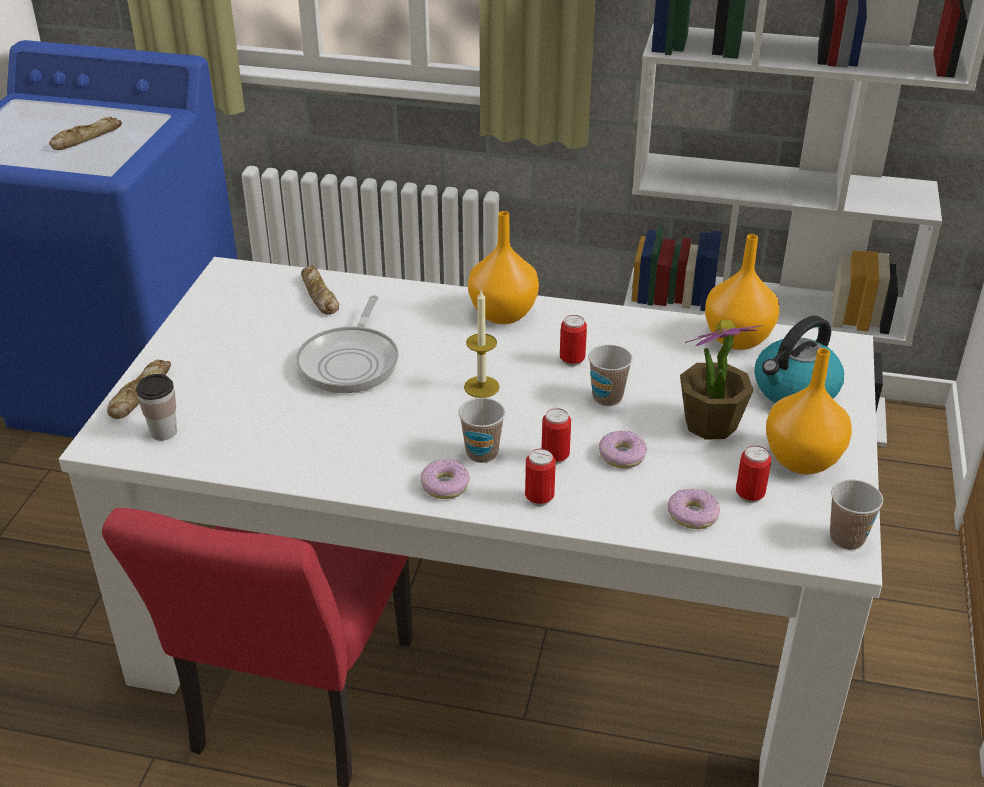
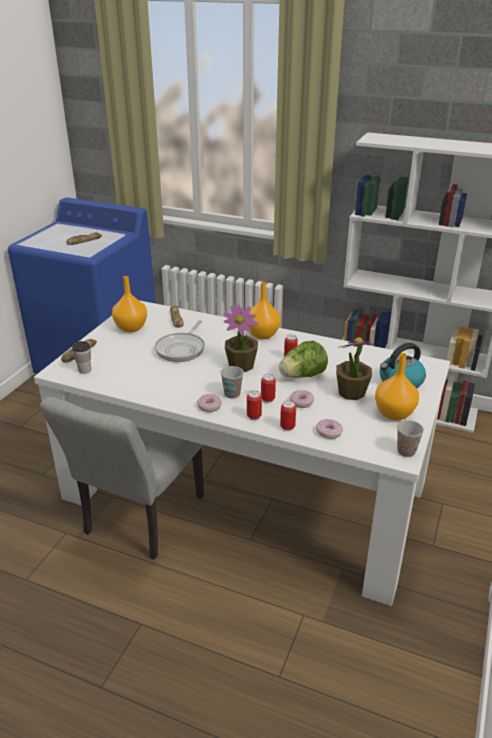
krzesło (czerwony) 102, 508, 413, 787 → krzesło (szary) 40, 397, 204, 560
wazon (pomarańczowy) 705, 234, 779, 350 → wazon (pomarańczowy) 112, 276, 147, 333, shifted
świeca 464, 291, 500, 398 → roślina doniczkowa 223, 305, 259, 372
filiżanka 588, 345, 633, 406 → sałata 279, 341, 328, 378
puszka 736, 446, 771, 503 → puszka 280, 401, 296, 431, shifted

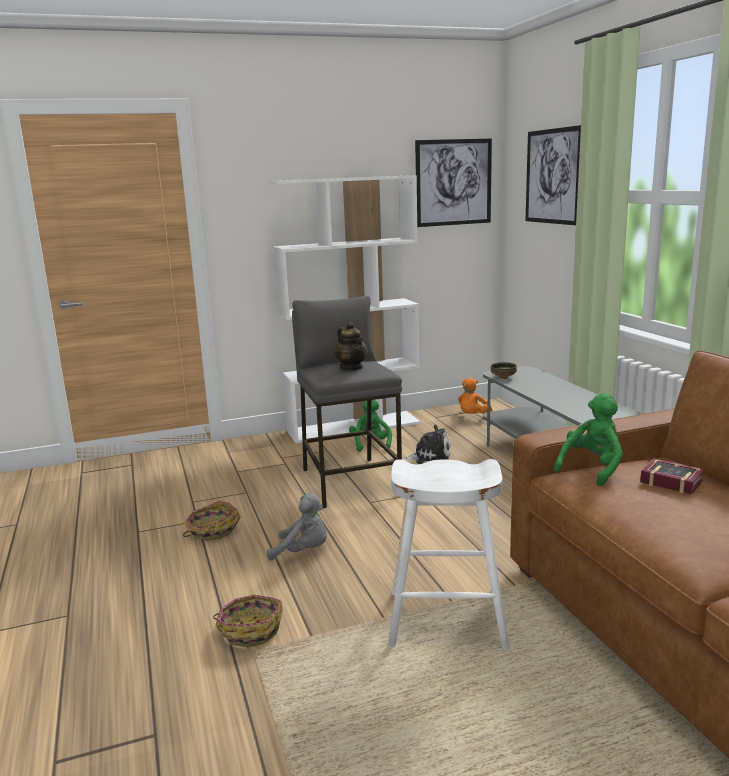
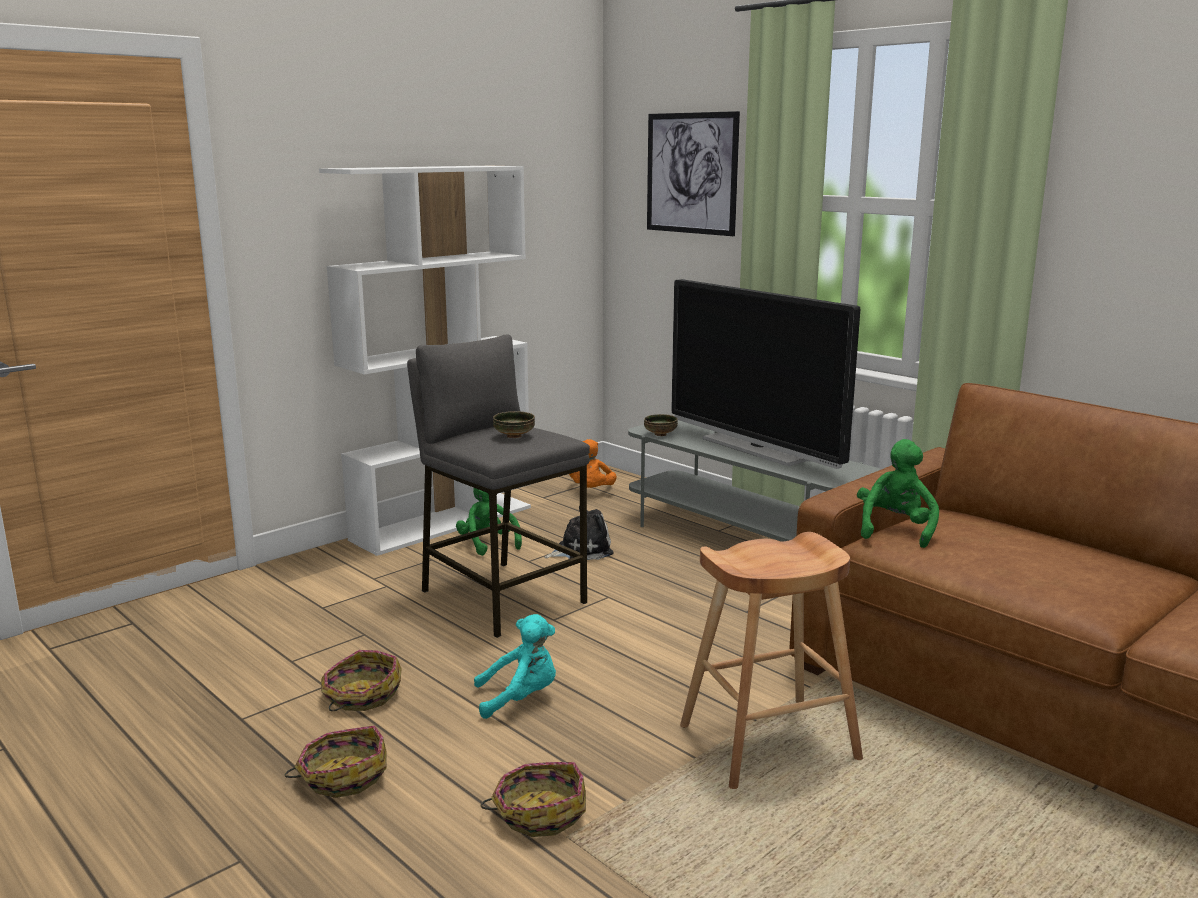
- → koszyk 285, 726, 387, 798
pluszak (szary) 267, 494, 327, 560 → pluszak (turkusowy) 474, 614, 556, 719
imbryk 335, 322, 368, 370 → miska 493, 411, 535, 438
- → telewizor 671, 279, 860, 469
stołek (biały) 388, 459, 509, 650 → stołek (brązowy) 680, 532, 863, 789
obraz 415, 138, 492, 227 → -
książka 640, 458, 704, 494 → -

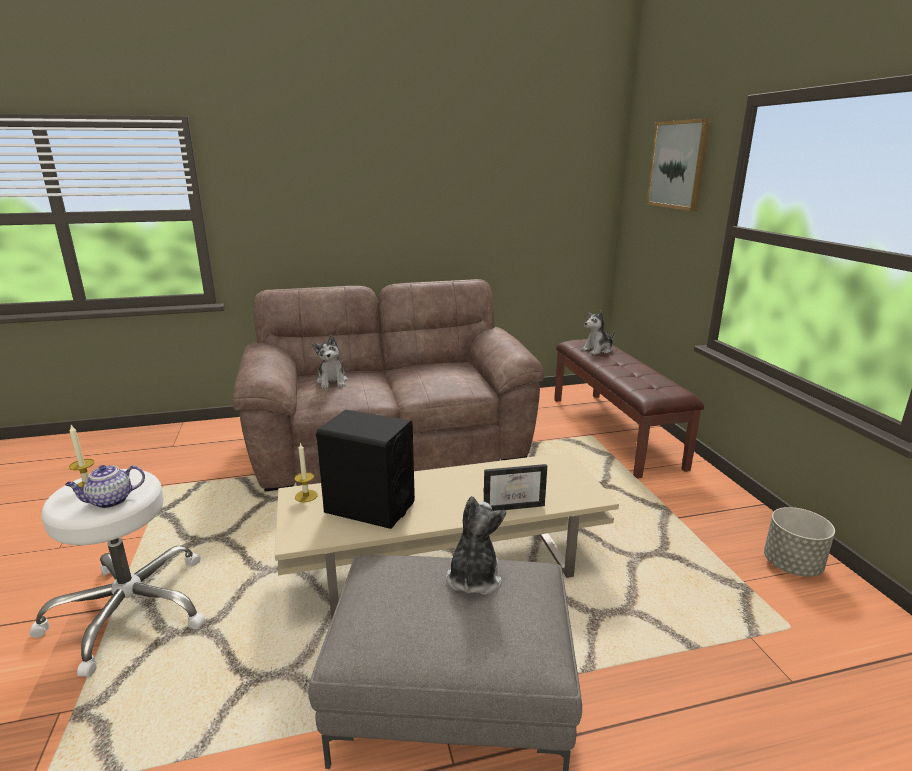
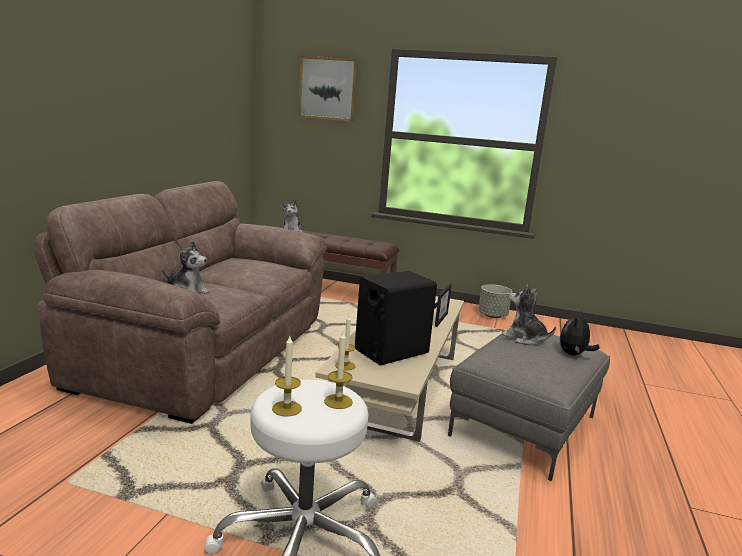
imbryk 65, 465, 145, 508 → świeca 324, 330, 353, 409
- → pluszak 560, 311, 600, 355

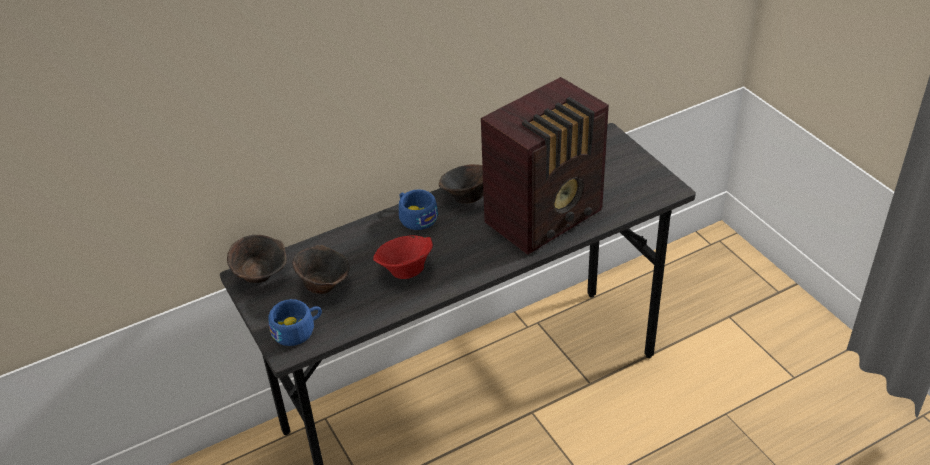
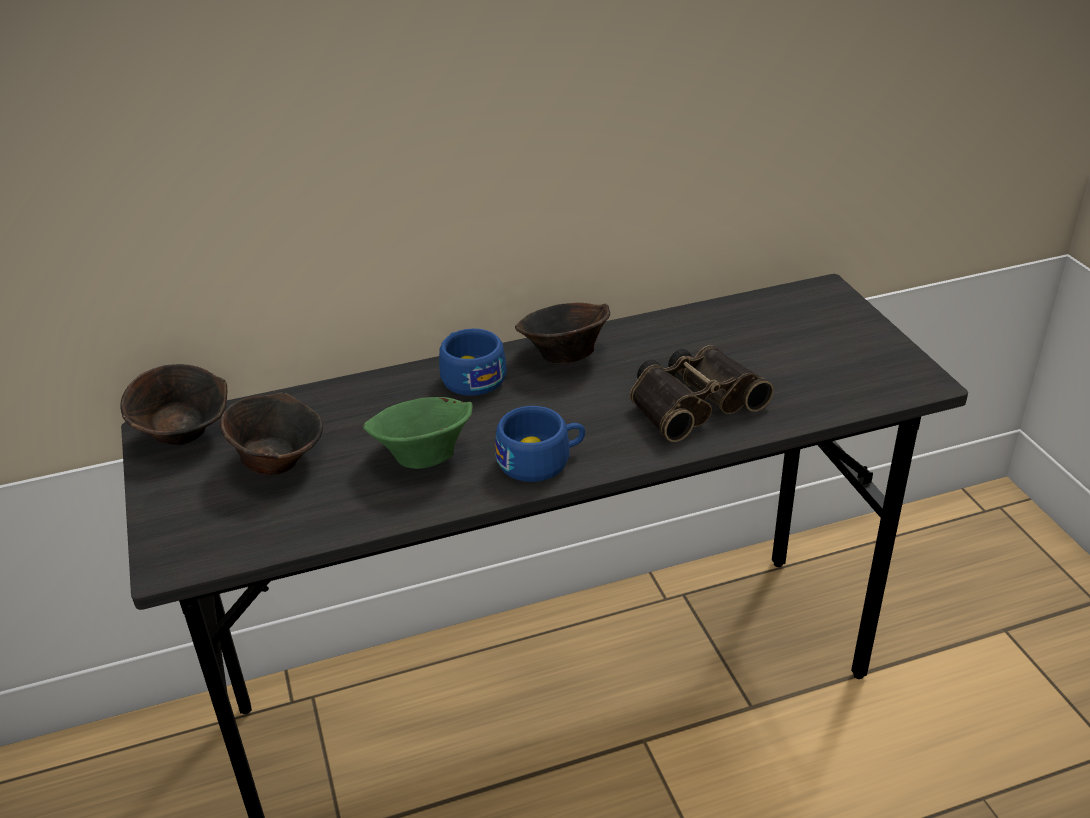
miska (czerwony) 373, 235, 433, 279 → miska (zielony) 363, 397, 472, 469
filiżanka (niebieski) 268, 299, 322, 346 → filiżanka (niebieski) 495, 406, 585, 482, shifted
radio 481, 77, 609, 255 → lornetka 630, 345, 774, 442

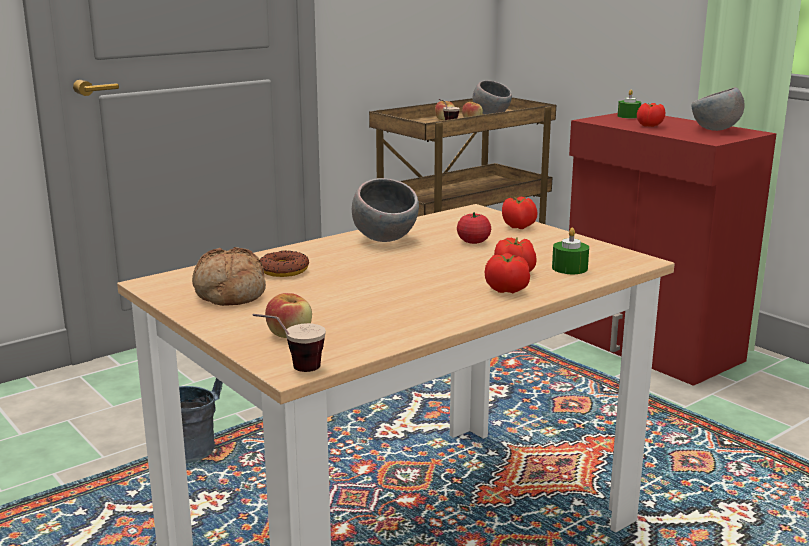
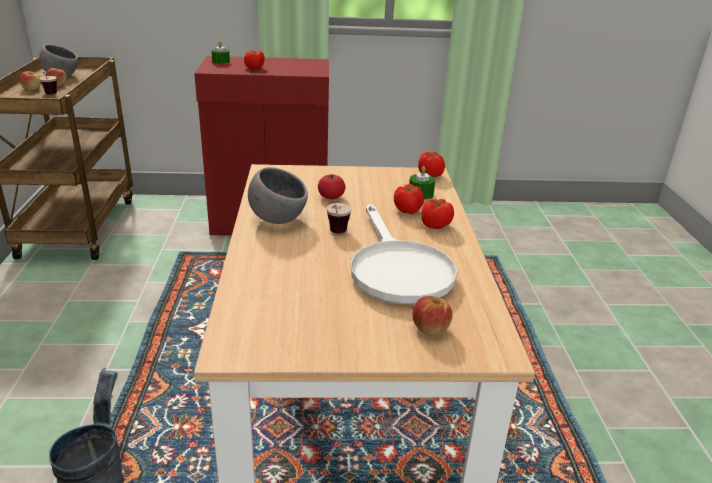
filiżanka 253, 314, 326, 372 → filiżanka 326, 203, 352, 233, shifted
- → patelnia (biały) 351, 204, 457, 304
pomidor 502, 197, 537, 229 → pomidor 418, 152, 445, 177, shifted
chleb 192, 247, 266, 306 → -
donut 260, 250, 309, 277 → -
miska (szary) 692, 87, 745, 131 → -

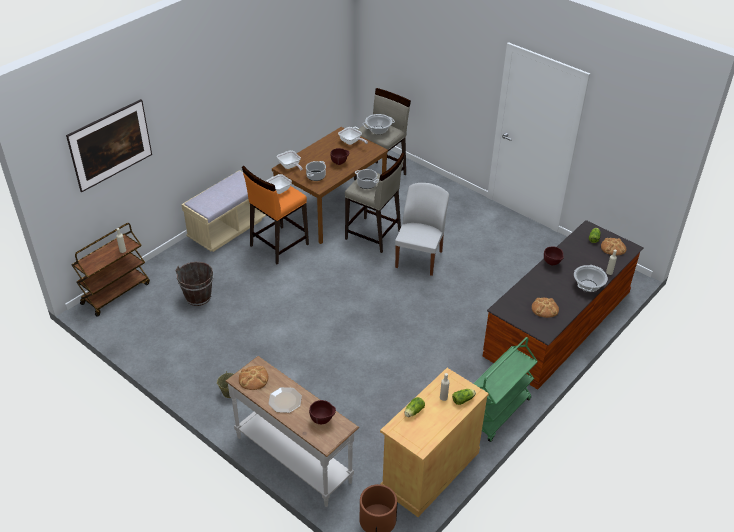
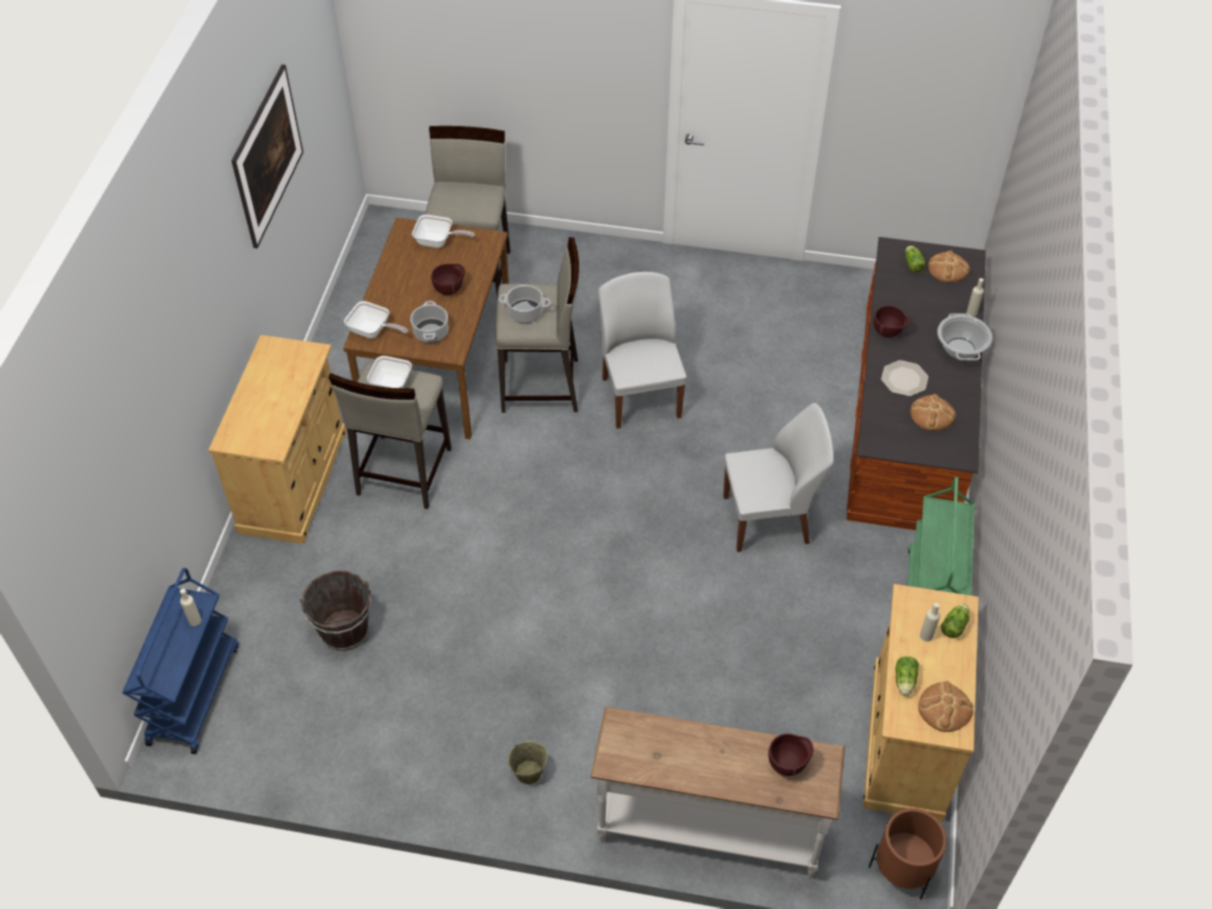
wózek (brązowy) 72, 223, 150, 317 → wózek (niebieski) 122, 568, 238, 754
ławka (beżowy) 181, 170, 267, 252 → szafka (beżowy) 208, 335, 347, 544
obraz 66, 99, 152, 192 → obraz 232, 64, 303, 248, shifted
stołek (pomarańczowy) 242, 166, 309, 264 → stołek (beżowy) 328, 363, 452, 509
- → krzesło (biały) 723, 403, 834, 552
talerz 268, 387, 302, 413 → talerz 881, 360, 928, 396, shifted
chleb 239, 366, 268, 390 → chleb 918, 681, 973, 732, shifted
garnek 363, 114, 395, 134 → -

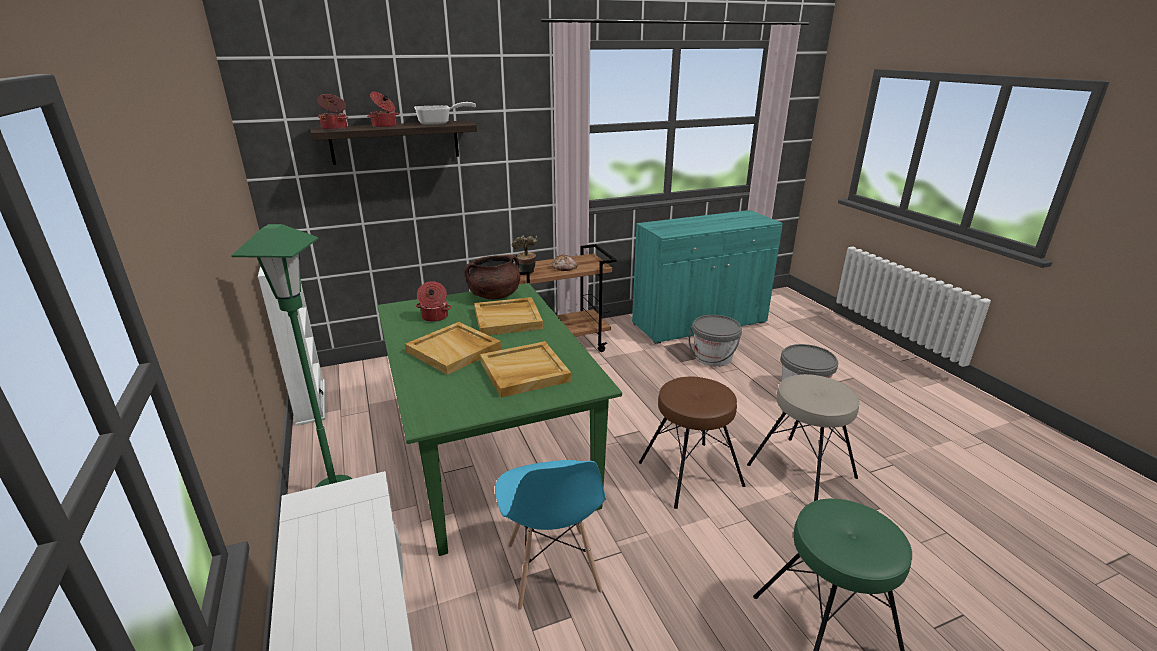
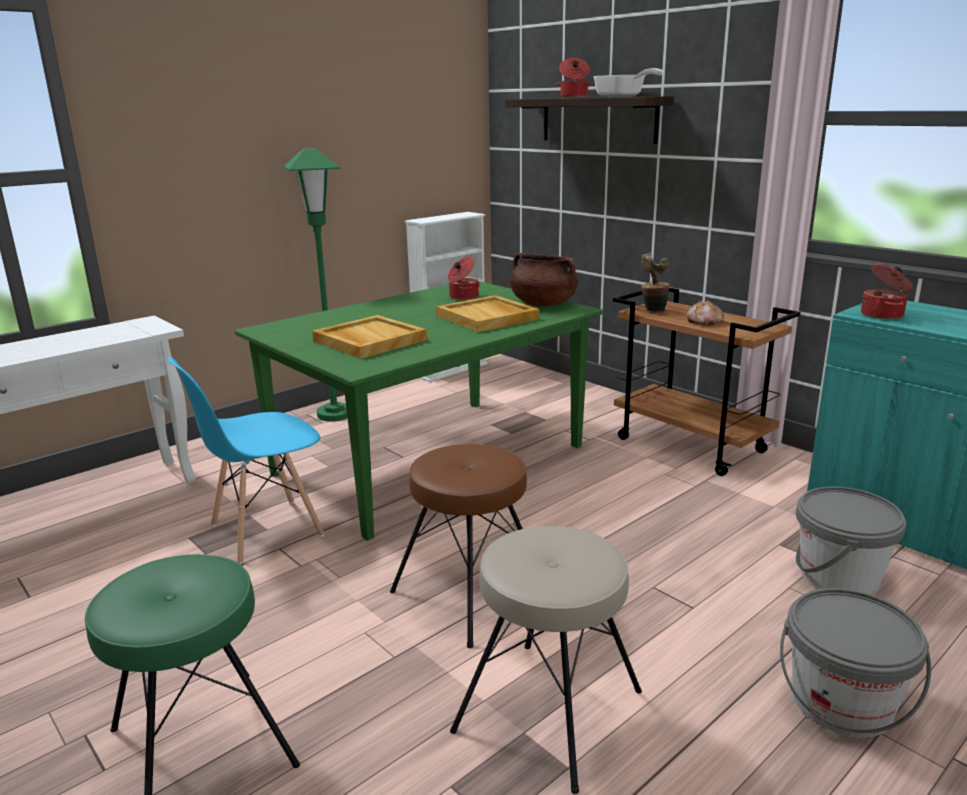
garnek 317, 94, 348, 130 → garnek 861, 263, 913, 320, shifted
taca (beżowy) 405, 322, 501, 375 → -

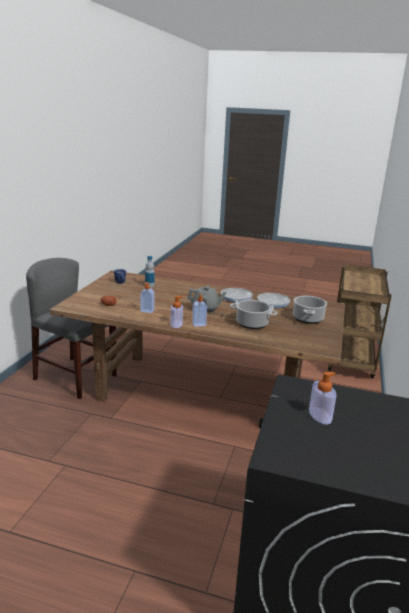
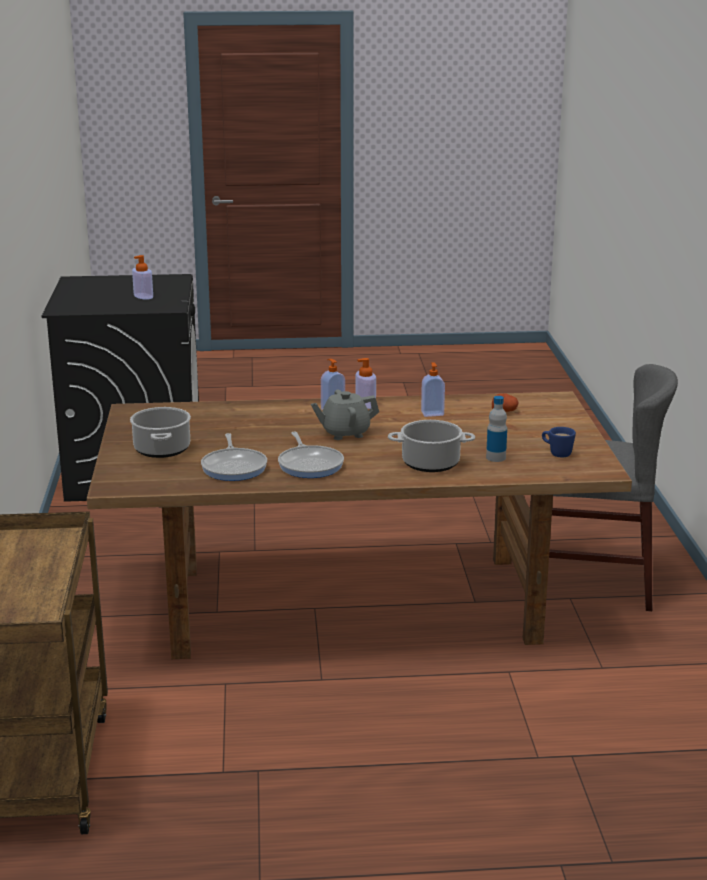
garnek 230, 300, 277, 329 → garnek 388, 420, 475, 472, shifted

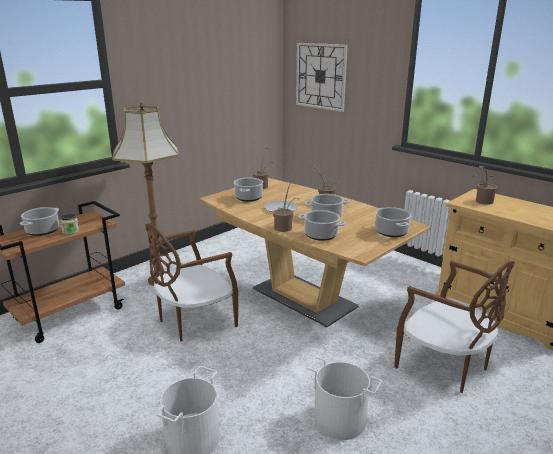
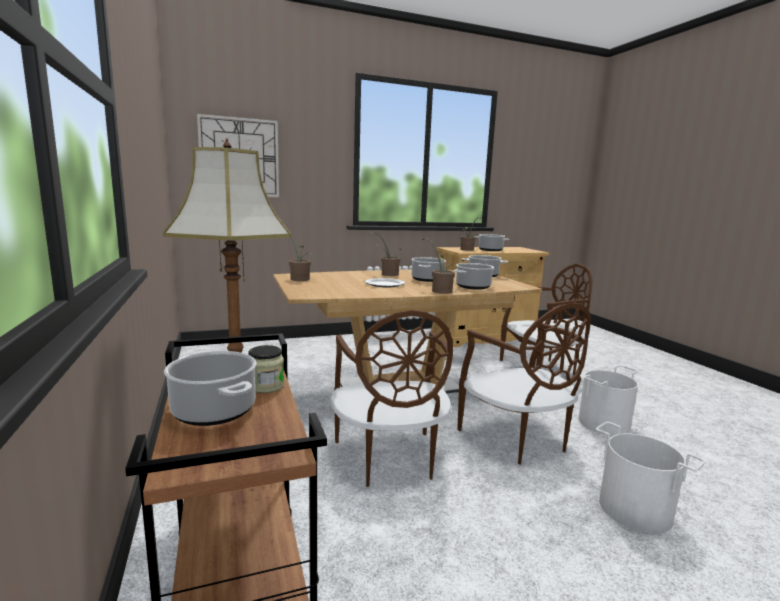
- → krzesło (brązowy) 457, 302, 591, 465
garnek 234, 178, 263, 202 → garnek 475, 234, 510, 251, shifted

